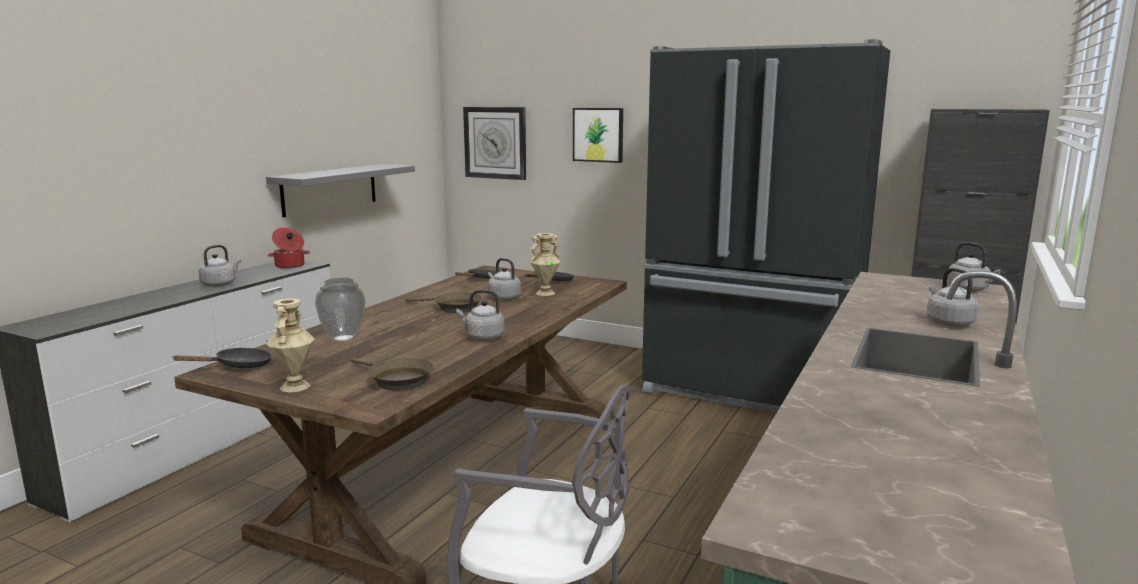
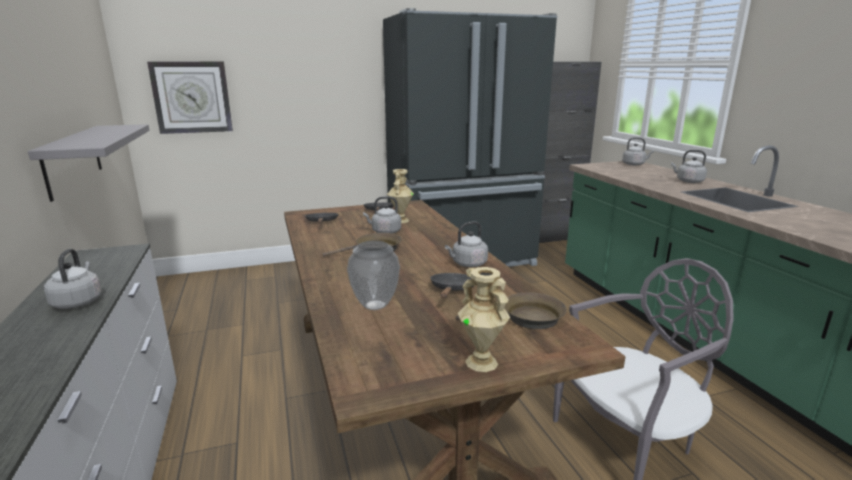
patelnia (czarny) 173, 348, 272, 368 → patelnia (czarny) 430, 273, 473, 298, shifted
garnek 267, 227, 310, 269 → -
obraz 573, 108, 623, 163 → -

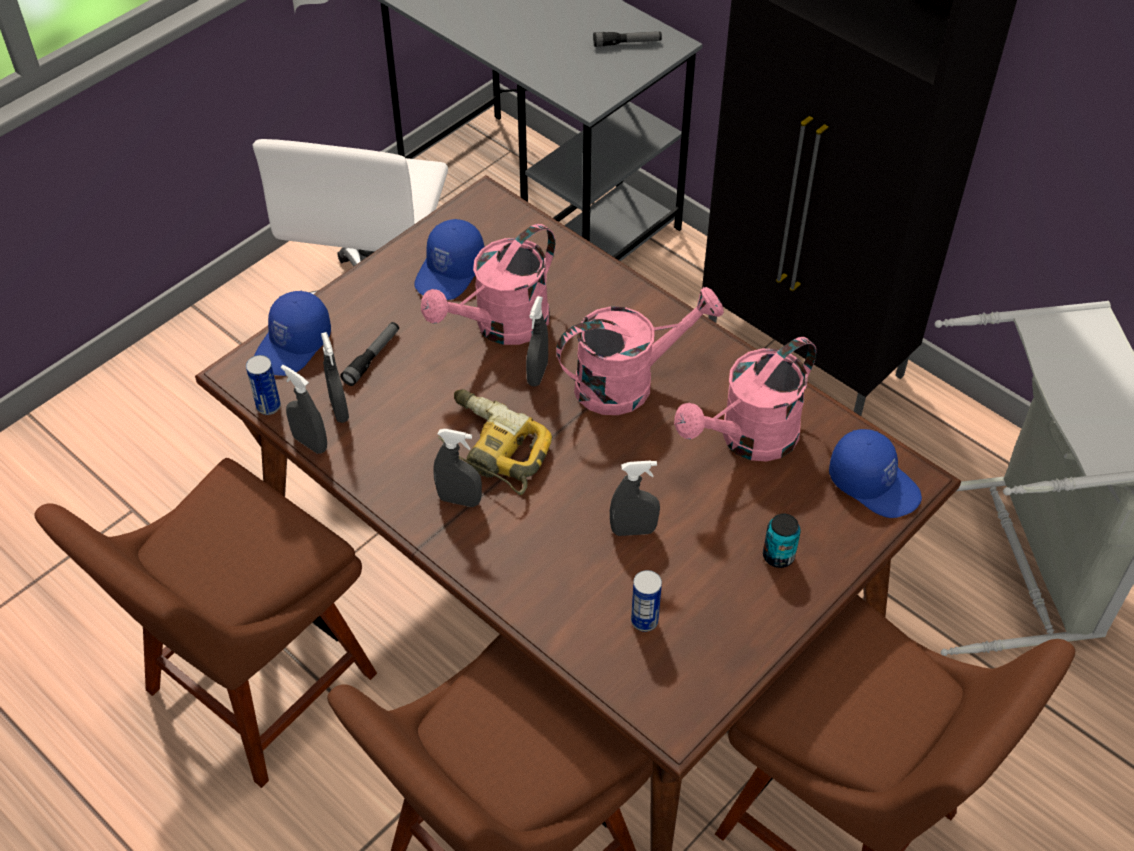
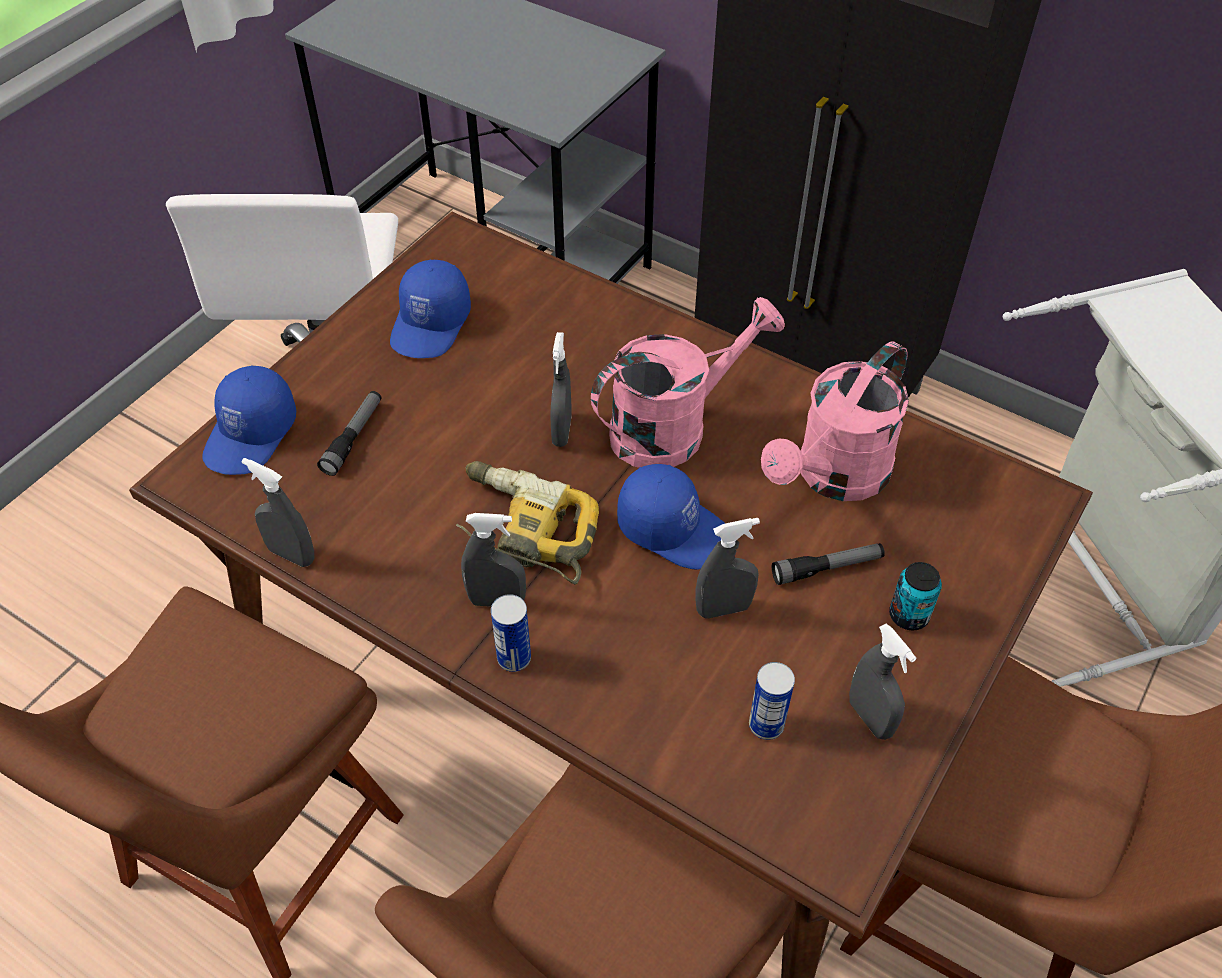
puszka 246, 355, 281, 415 → puszka 491, 594, 531, 672, shifted
czapka z daszkiem (niebieski) 829, 429, 922, 518 → czapka z daszkiem (niebieski) 617, 464, 725, 570, shifted
latarka 593, 31, 662, 47 → latarka 772, 543, 885, 585, shifted
spryskiwacz (szary) 321, 332, 349, 423 → spryskiwacz (szary) 849, 624, 916, 740, shifted
konewka (różowy) 421, 224, 555, 345 → -

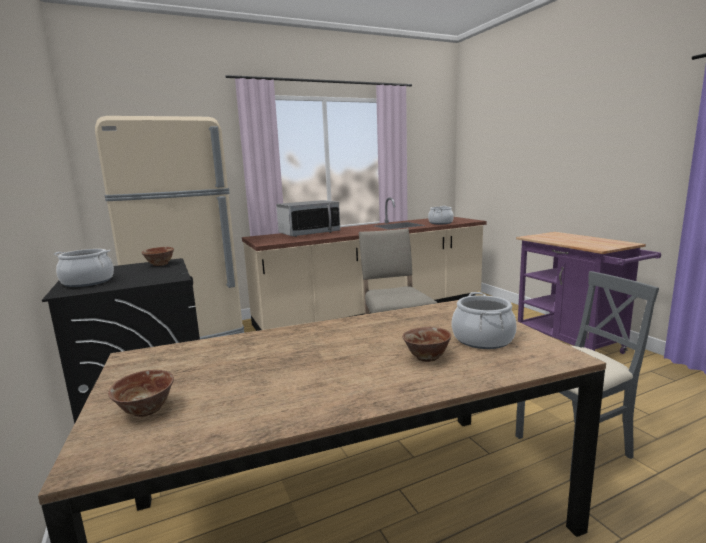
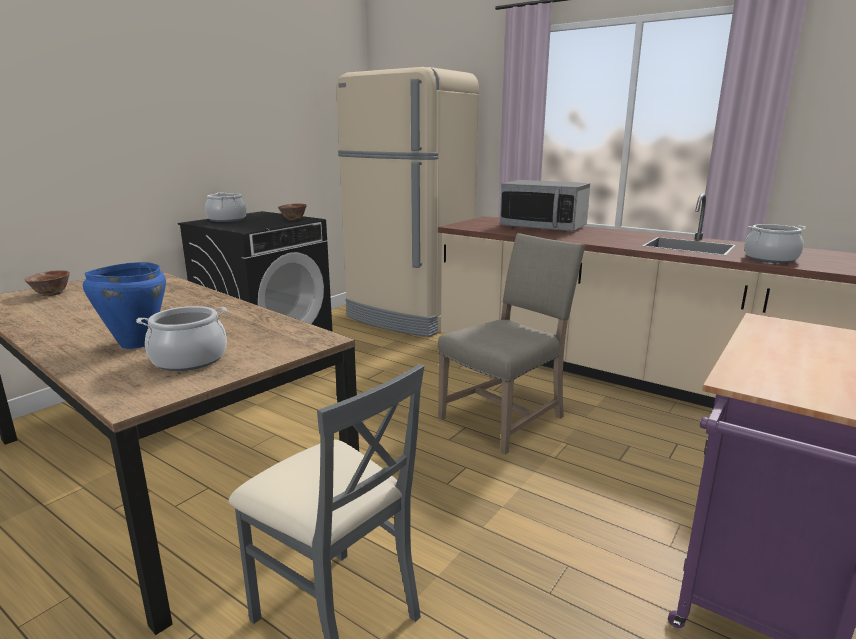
miska 402, 327, 451, 362 → garnek (niebieski) 83, 262, 166, 349

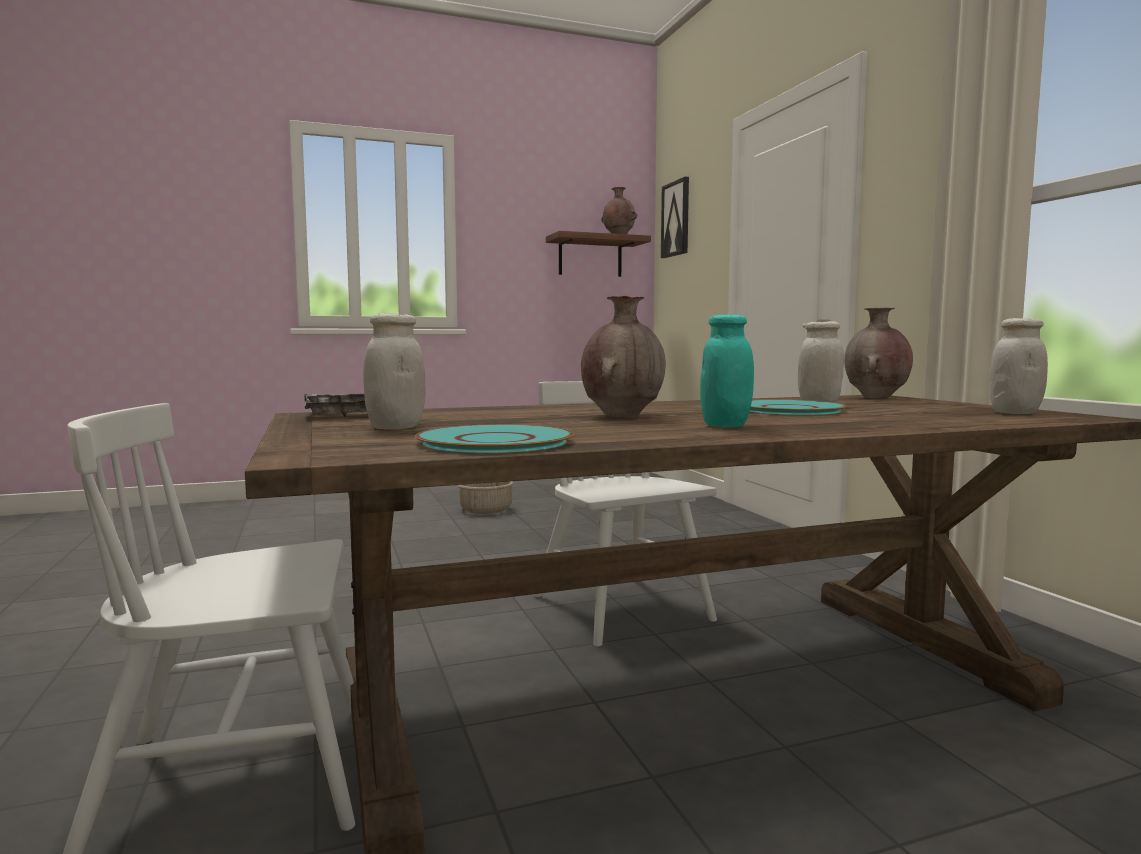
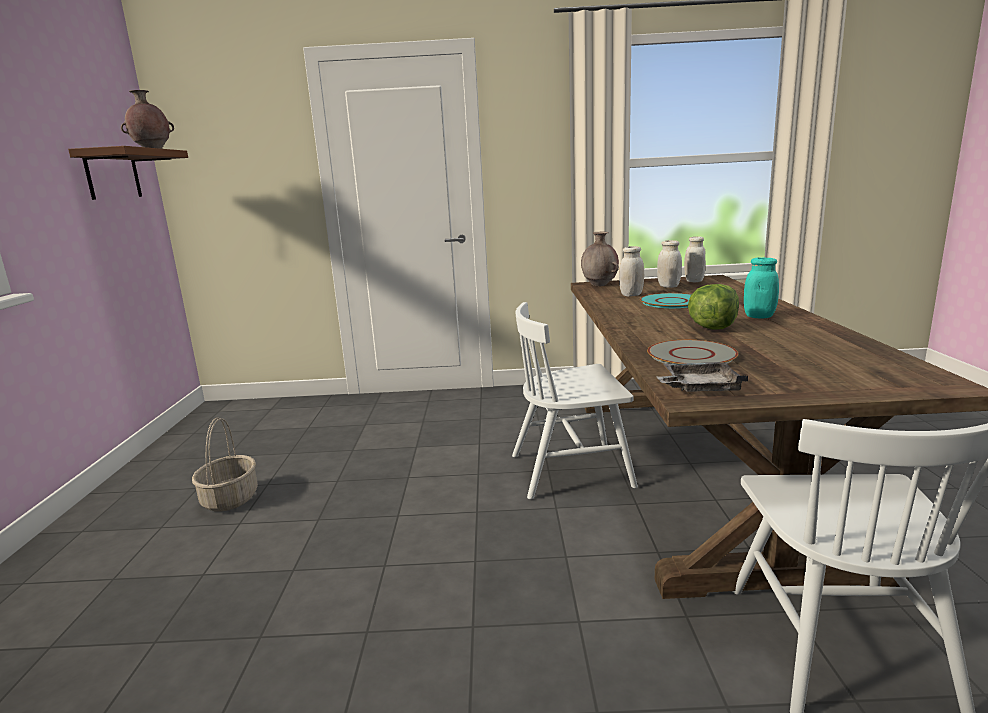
- → talerz (szary) 647, 340, 738, 364
słoik (biały) 363, 313, 426, 430 → słoik (biały) 657, 240, 682, 288, shifted
wazon (brązowy) 581, 296, 666, 417 → sałata 688, 284, 739, 330
talerz (turkusowy) 415, 424, 574, 453 → -
obraz 661, 177, 689, 258 → -

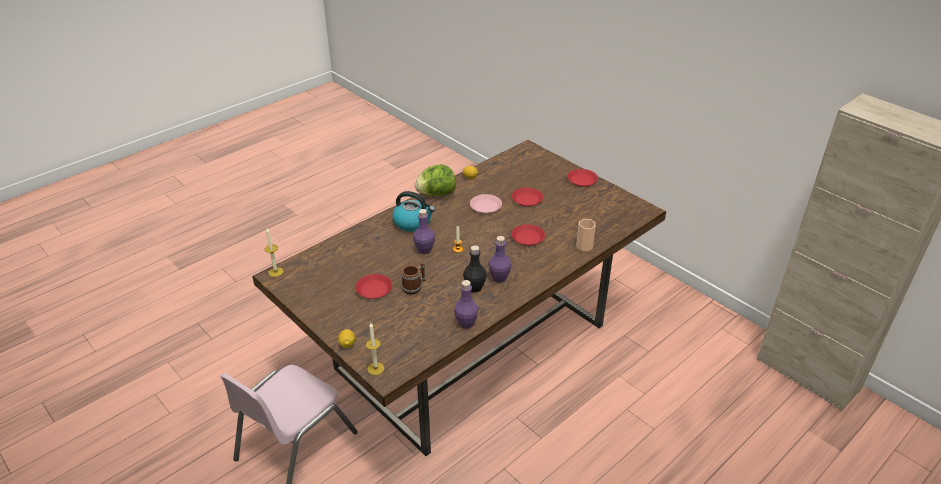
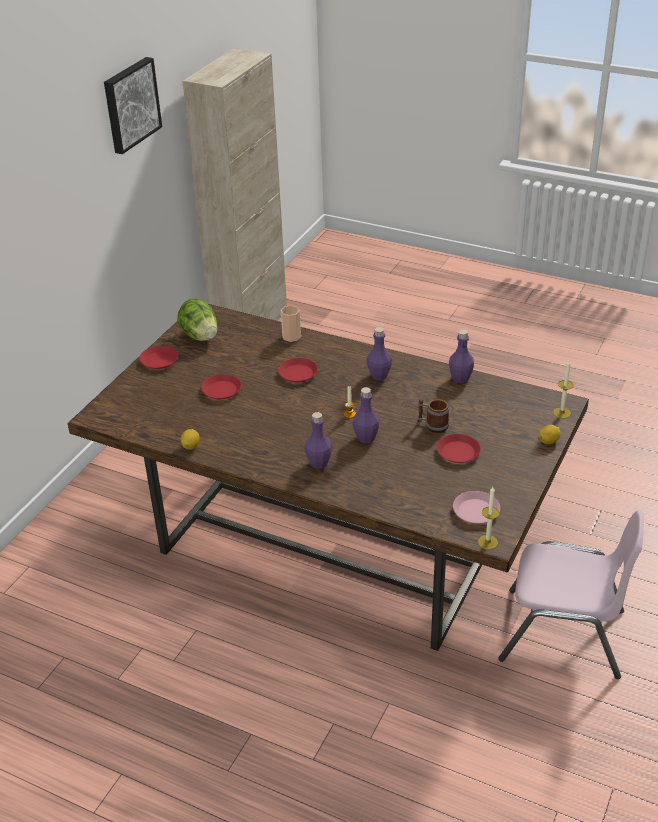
- → obraz 104, 57, 162, 154
sałata 415, 164, 456, 196 → sałata 177, 298, 217, 341, shifted
czajnik 392, 191, 435, 232 → butelka (fioletowy) 304, 412, 333, 469
talerz (różowy) 470, 194, 502, 214 → talerz (różowy) 453, 491, 500, 524, shifted
butelka (czarny) 463, 245, 487, 292 → -

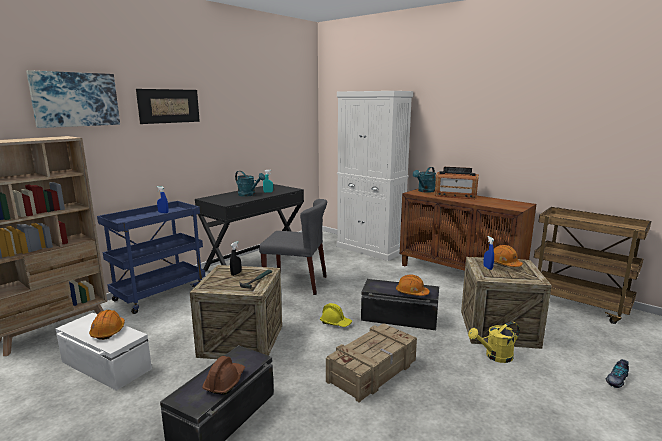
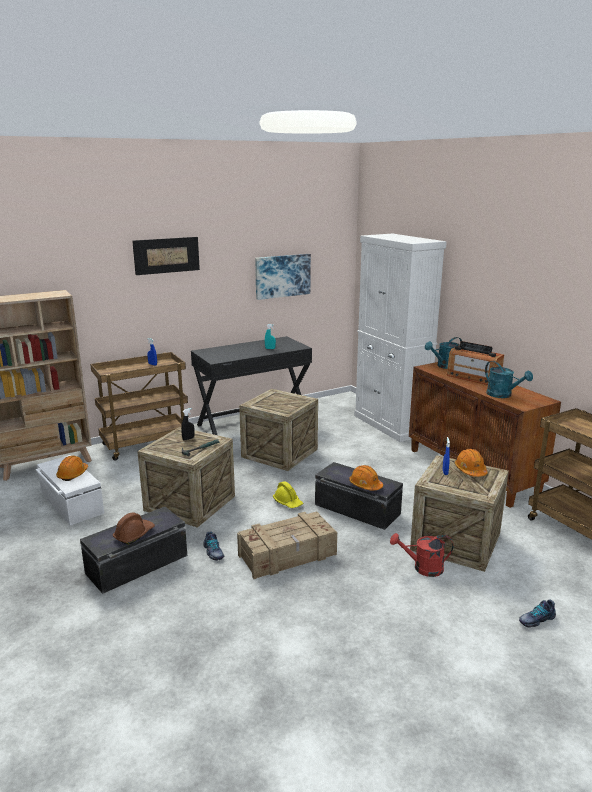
wózek (niebieski) 97, 201, 205, 314 → wózek (brązowy) 90, 352, 188, 461
- → but 203, 531, 224, 561
krzesło (szary) 259, 199, 327, 295 → skrzynka 239, 389, 318, 471
obraz 26, 70, 120, 128 → obraz 255, 254, 311, 300, shifted
konewka (żółty) 468, 322, 520, 363 → konewka (czerwony) 390, 533, 453, 577
konewka (turkusowy) 235, 171, 265, 197 → konewka (turkusowy) 485, 361, 533, 398, shifted

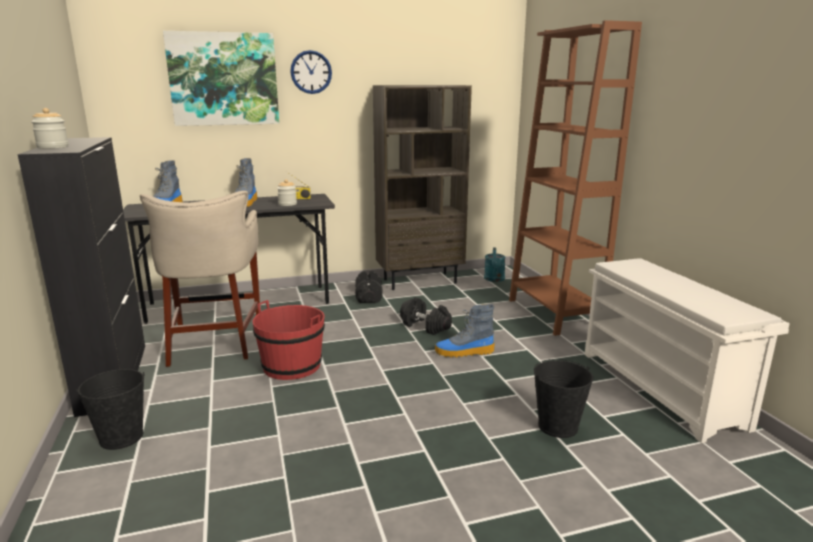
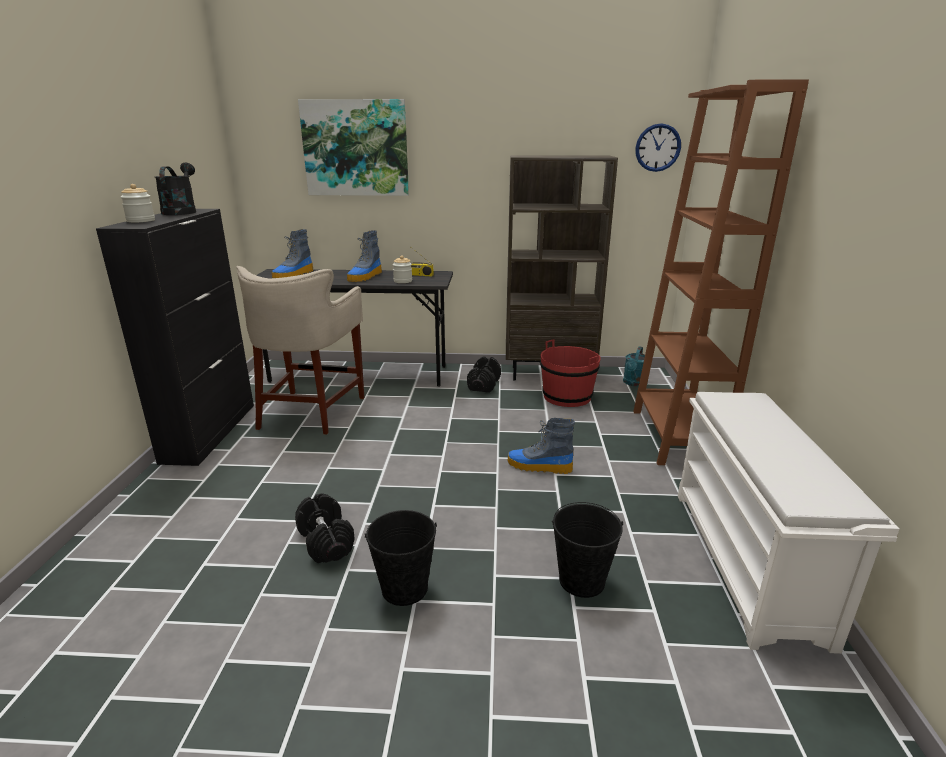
- → konewka (czarny) 155, 163, 196, 215
hantel (czarny) 400, 297, 452, 335 → hantel (czarny) 295, 493, 355, 563, shifted
wiadro (czarny) 76, 369, 145, 450 → wiadro (czarny) 365, 510, 437, 606, shifted
wiadro (czerwony) 252, 300, 325, 380 → wiadro (czerwony) 540, 339, 601, 407, shifted
zegar ścienny 290, 50, 332, 94 → zegar ścienny 635, 123, 681, 172, shifted

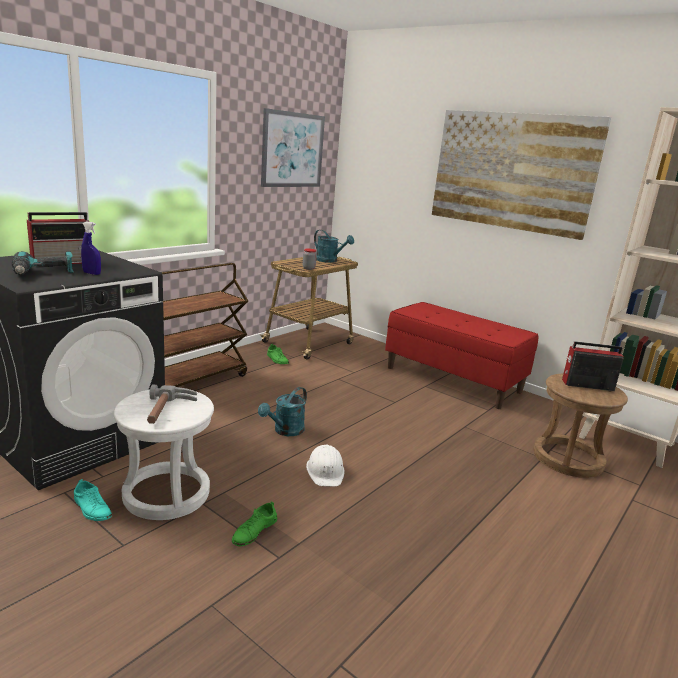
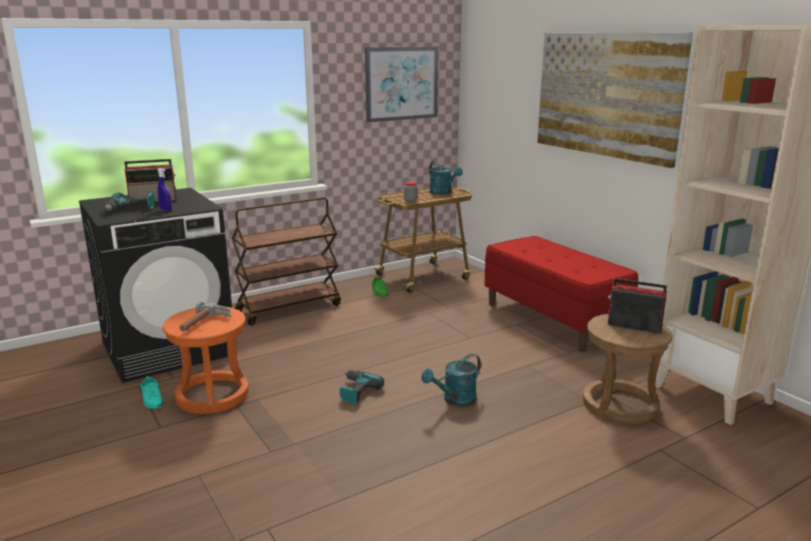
stołek (biały) 113, 390, 214, 520 → stołek (pomarańczowy) 163, 306, 249, 414
kask (biały) 306, 445, 345, 486 → wiertarka 339, 370, 384, 405
konewka (turkusowy) 258, 387, 307, 436 → konewka (turkusowy) 421, 354, 481, 406, shifted
but (zielony) 232, 502, 277, 546 → -

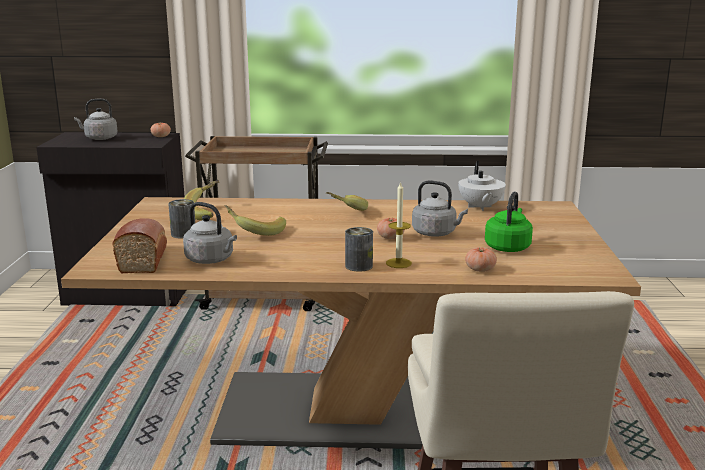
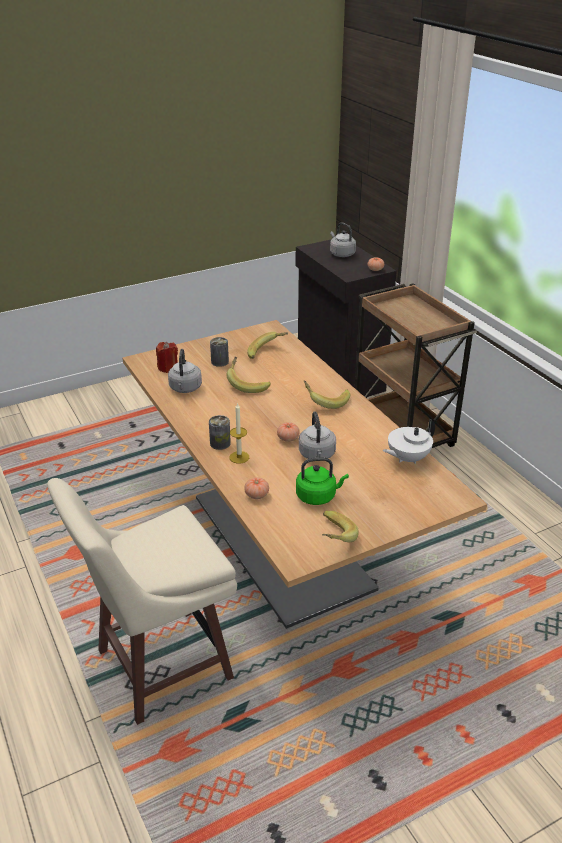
chleb 112, 218, 167, 273 → świeca (czerwony) 156, 342, 178, 373
- → banan 322, 511, 358, 542

